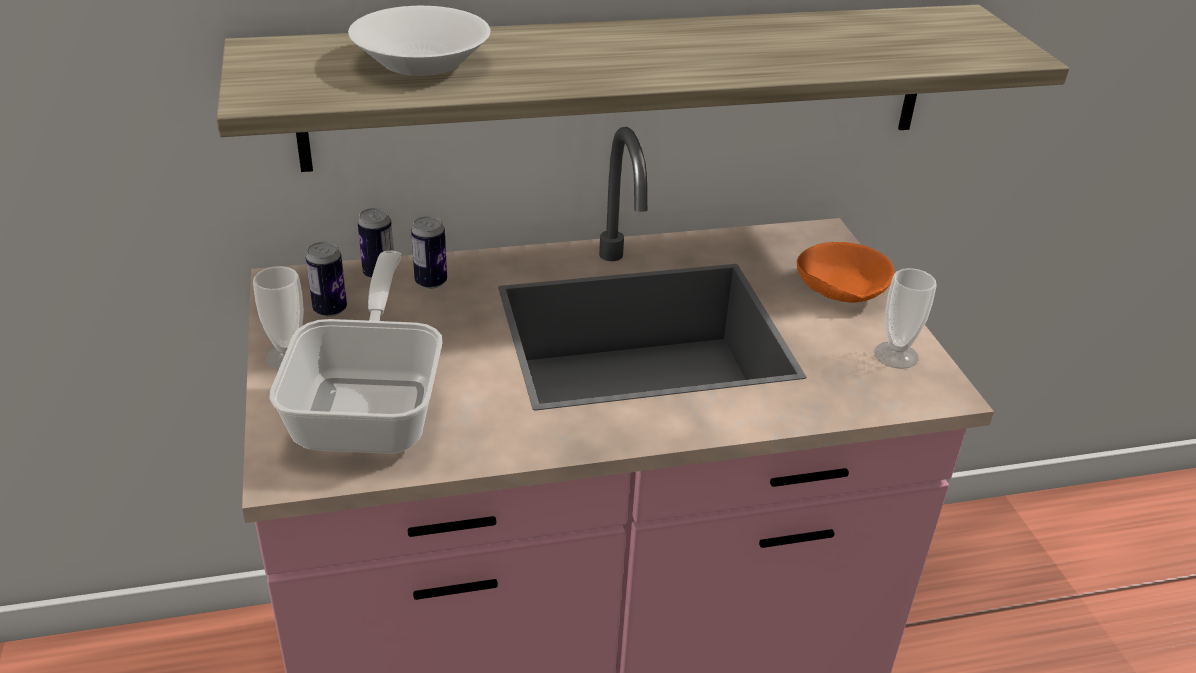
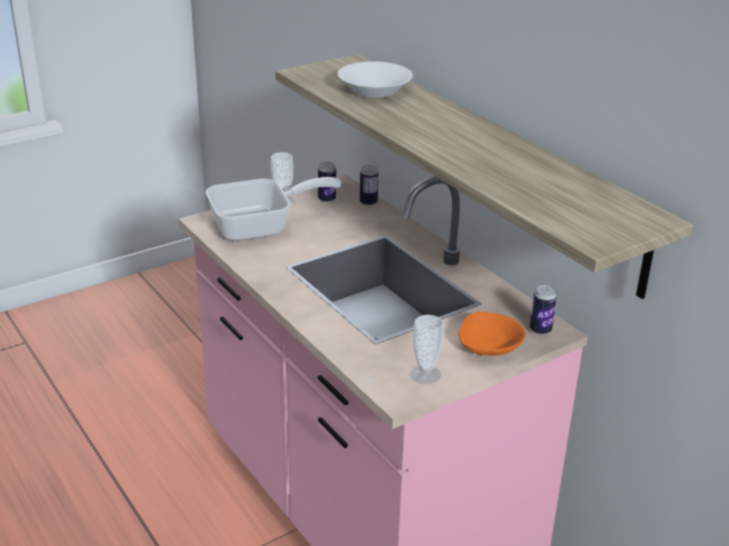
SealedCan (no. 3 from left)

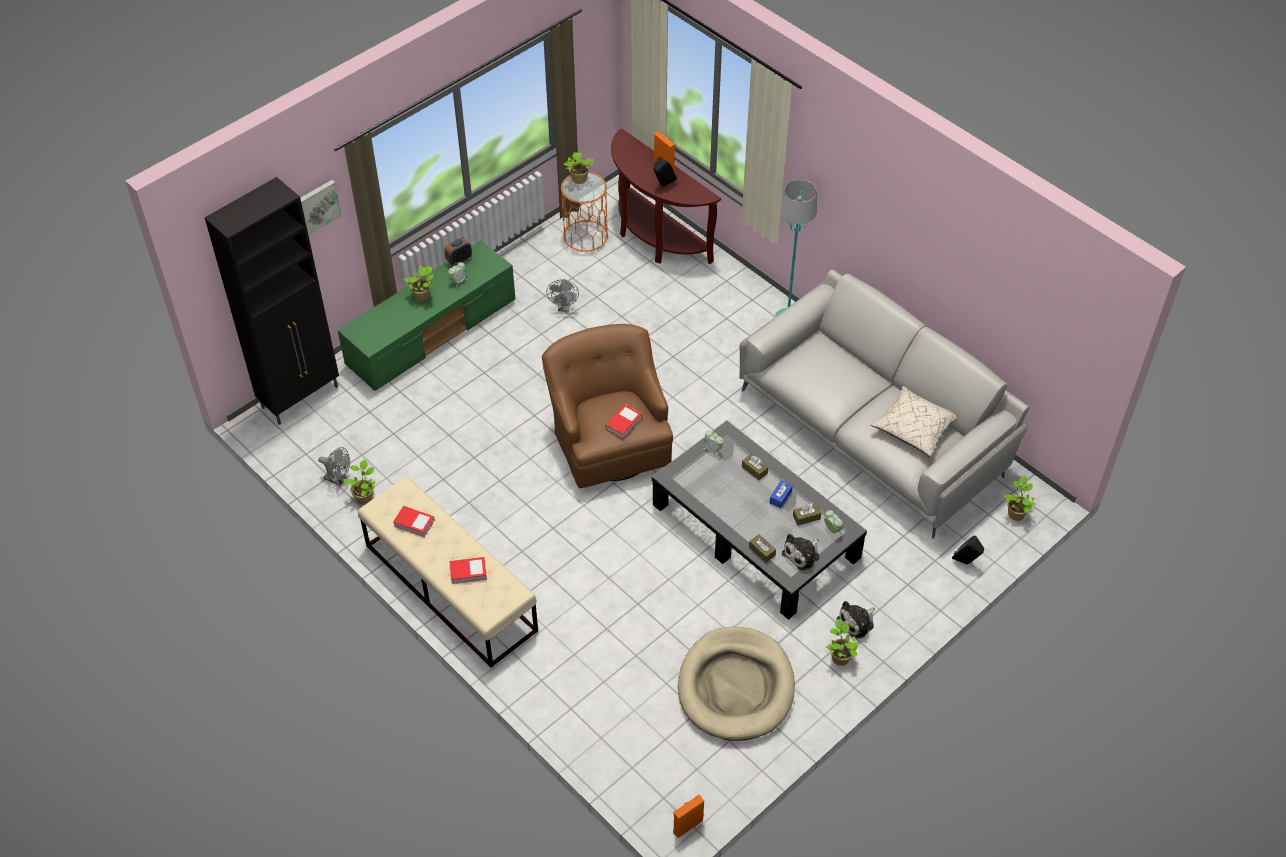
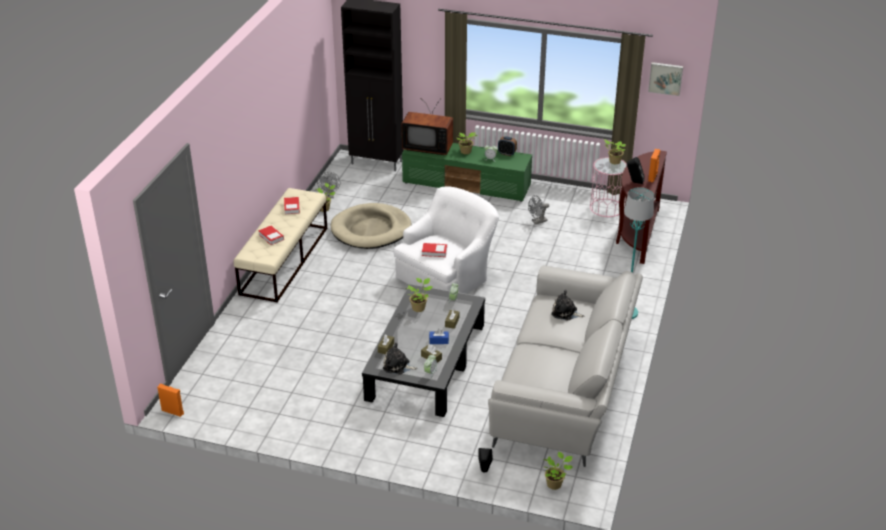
PinkishEndTable
WallArt
WhitishArmchair
BeigeColouredPillow
CuddlyToy (no. 2 from left)
PottedPlant (no. 2 from left)
BeigeColouredDogCushion
TvSet

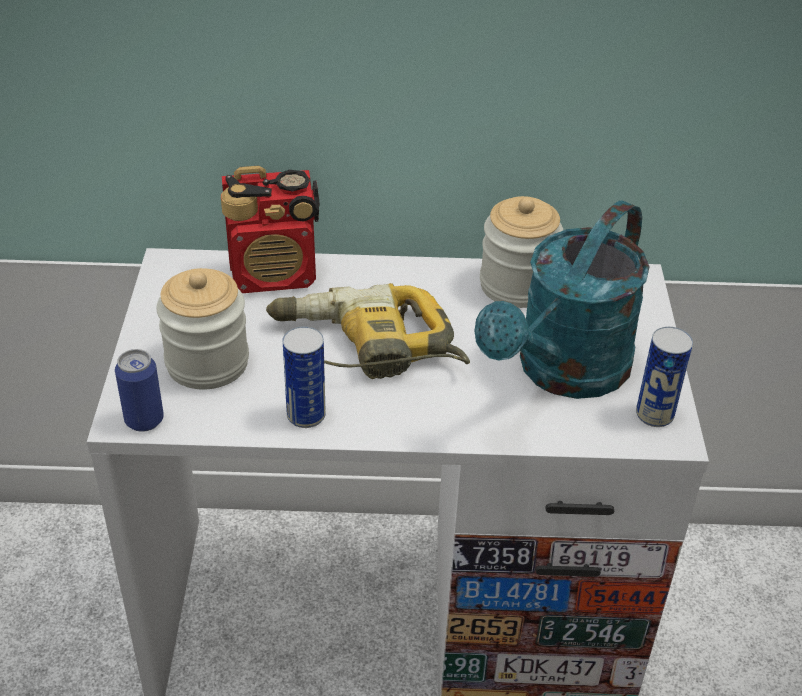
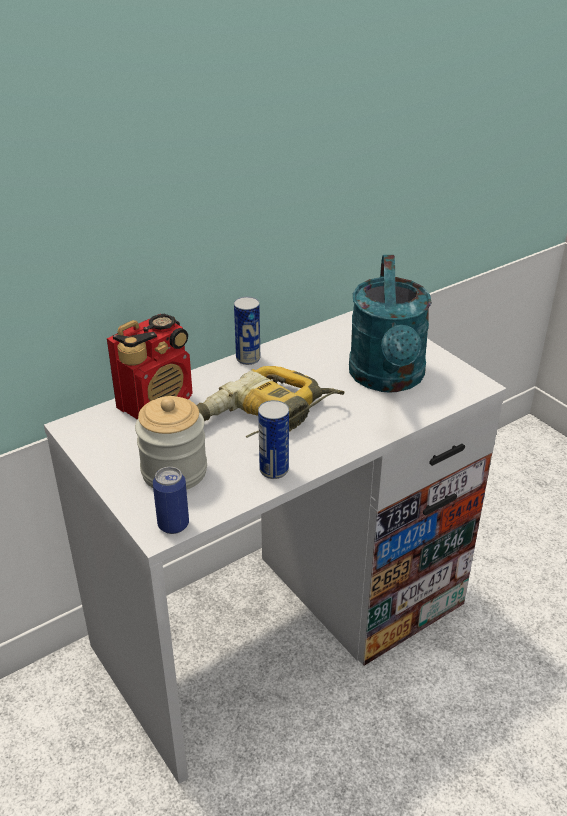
Jar (no. 2 from left in the first image)
SealedCan (no. 2 from left)

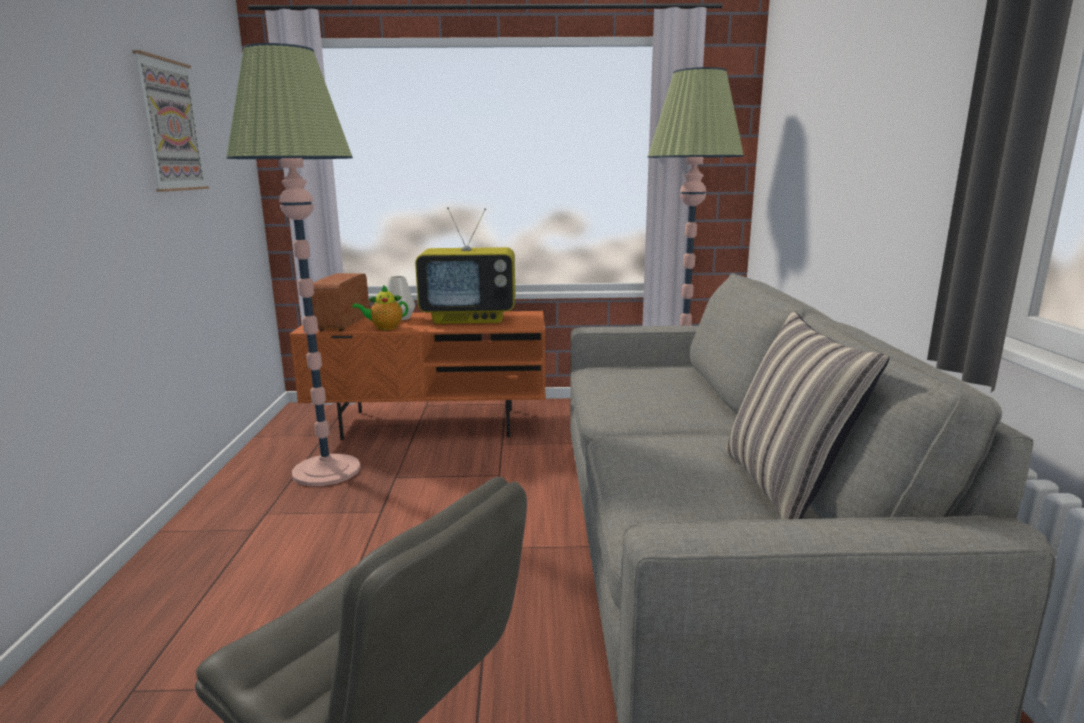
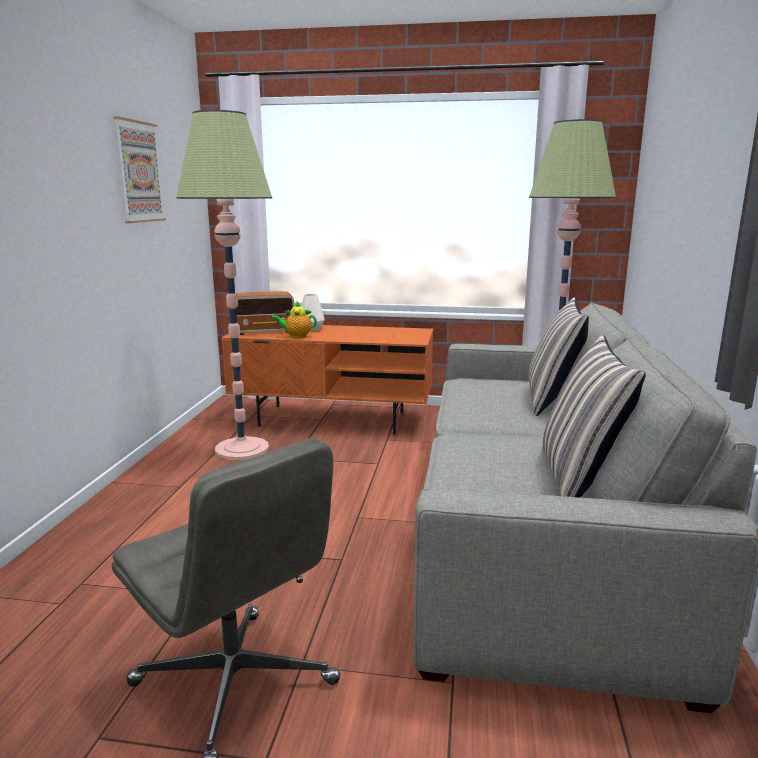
TvSet
RadioReceiver
Pillow (no. 1 from left)

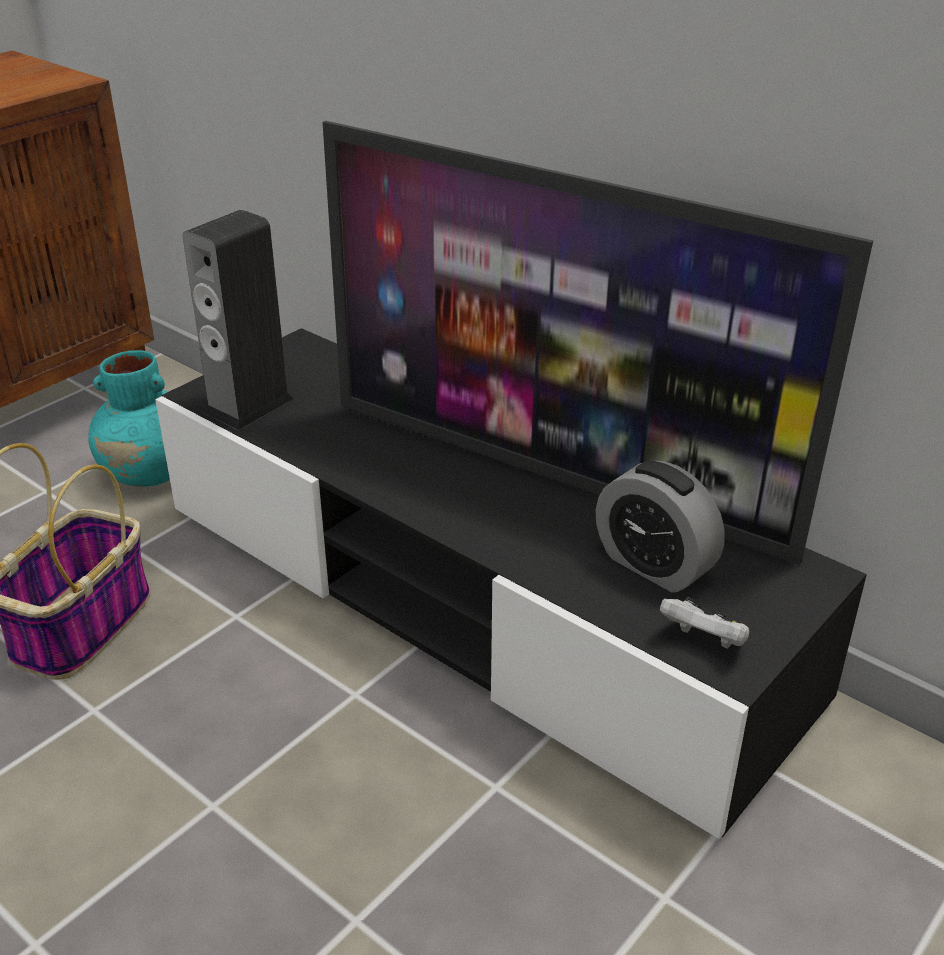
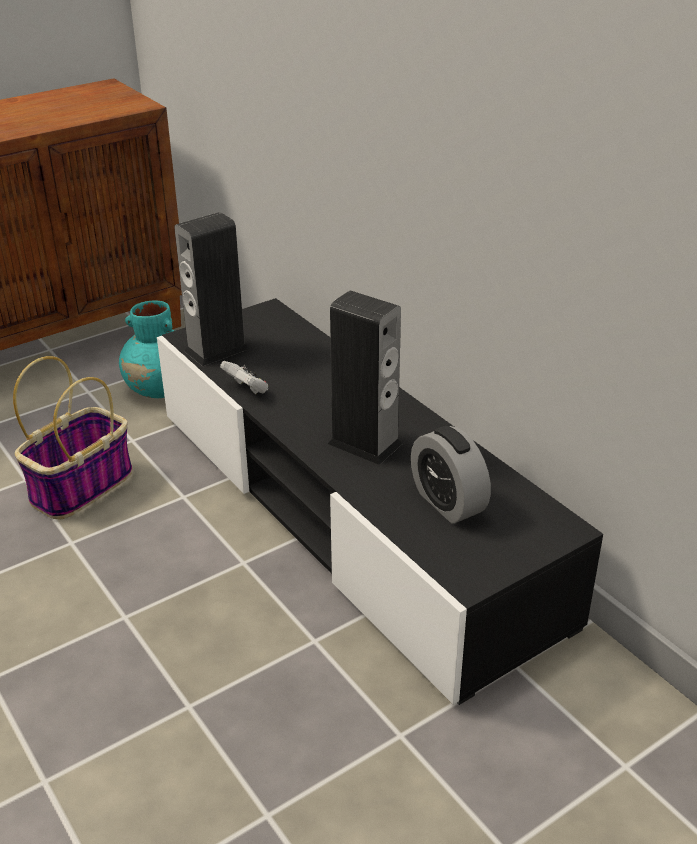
TvSet
WhitishGamepad
AudioSpeaker (no. 2 from left)

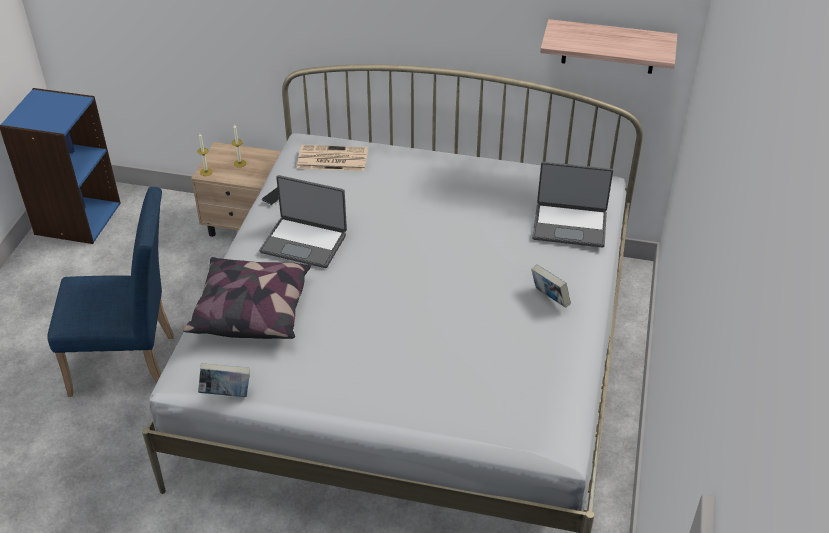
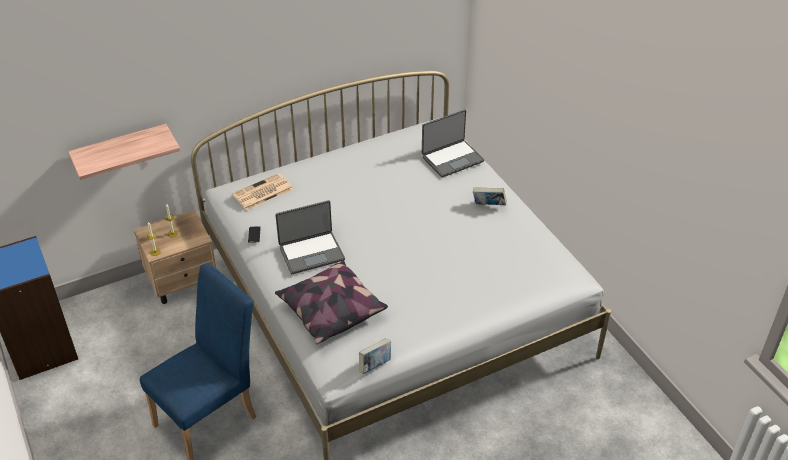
Shelf

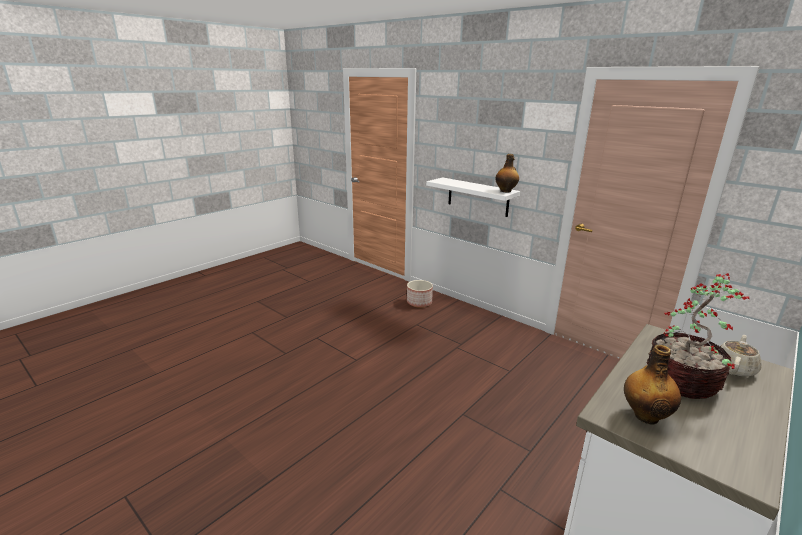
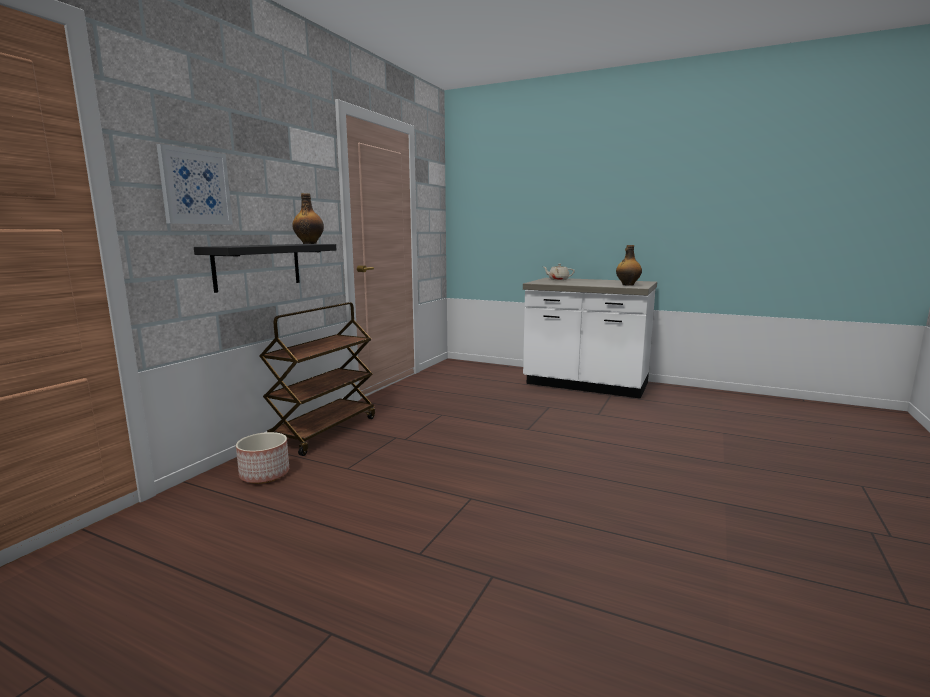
BlackishShelf
PottedPlant
WallArt
BrownColouredCart

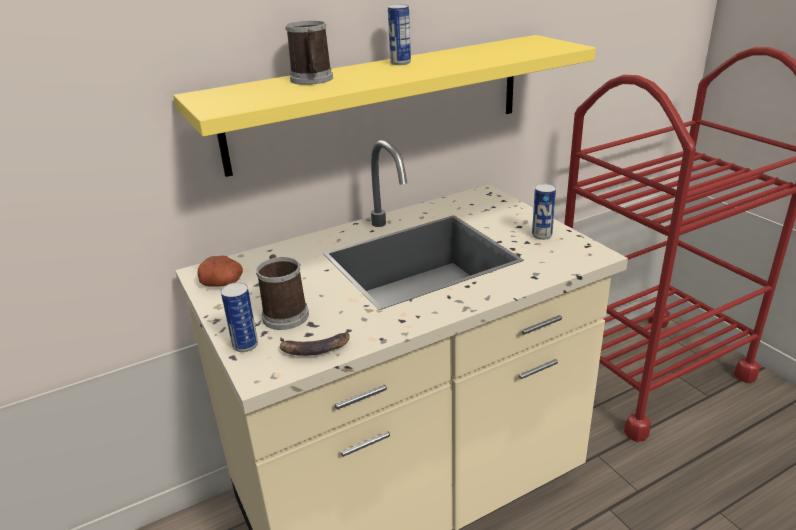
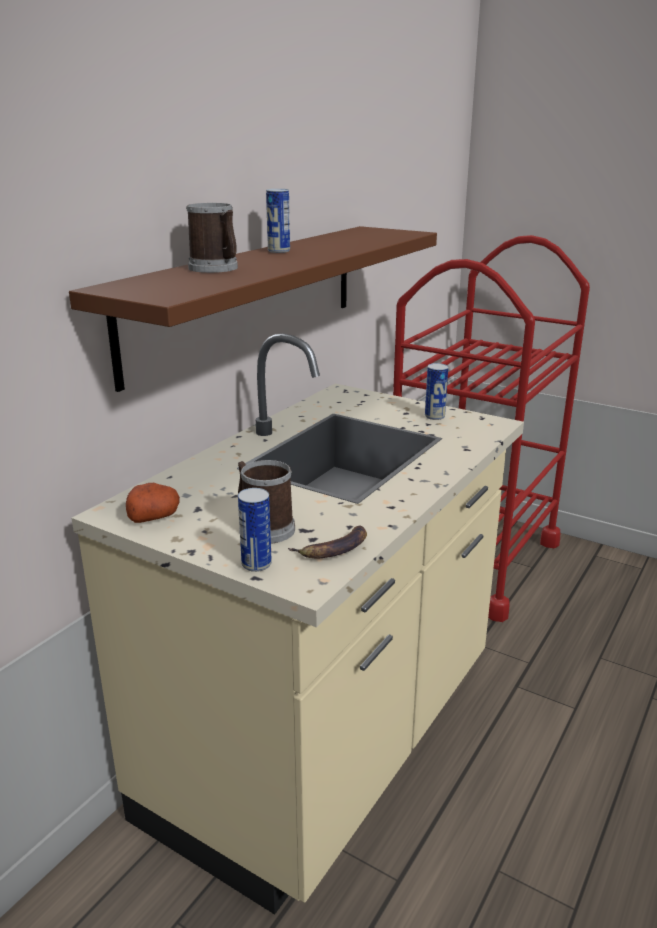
BrownColouredShelf

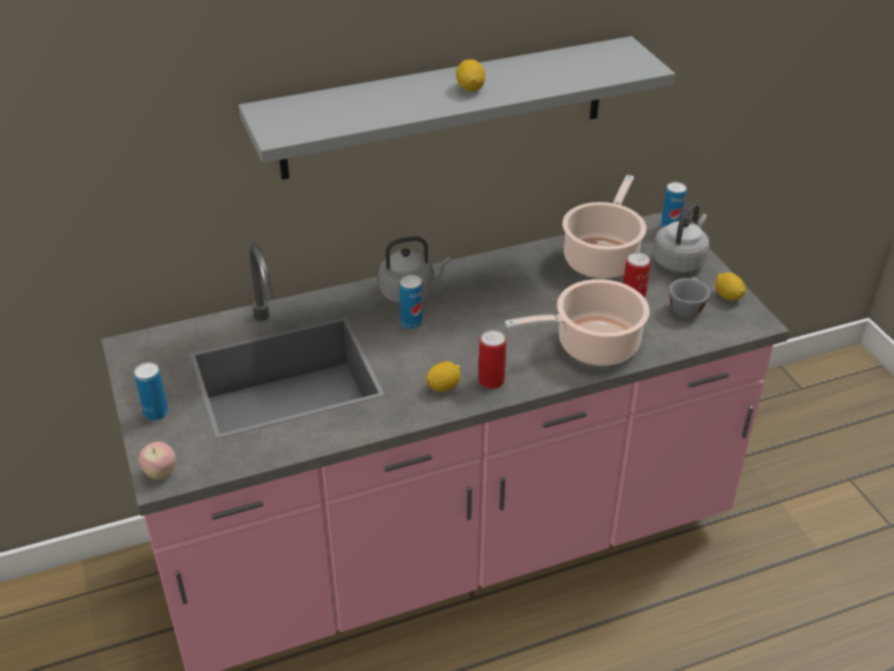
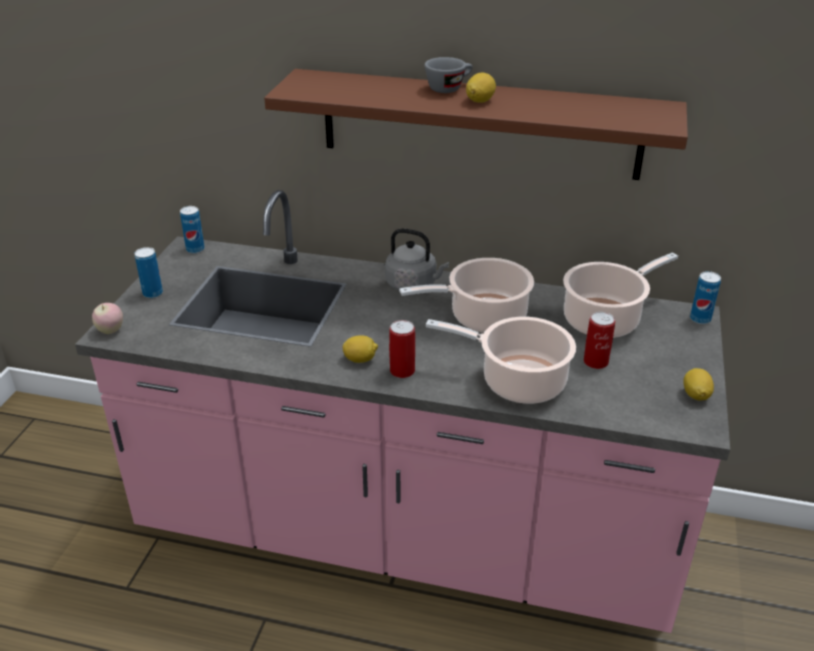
BrownColouredShelf
GreyishTeaKettle (no. 2 from left in the first image)
SealedCan (no. 2 from left)
GreyishCup
Stockpot (no. 1 from left)

